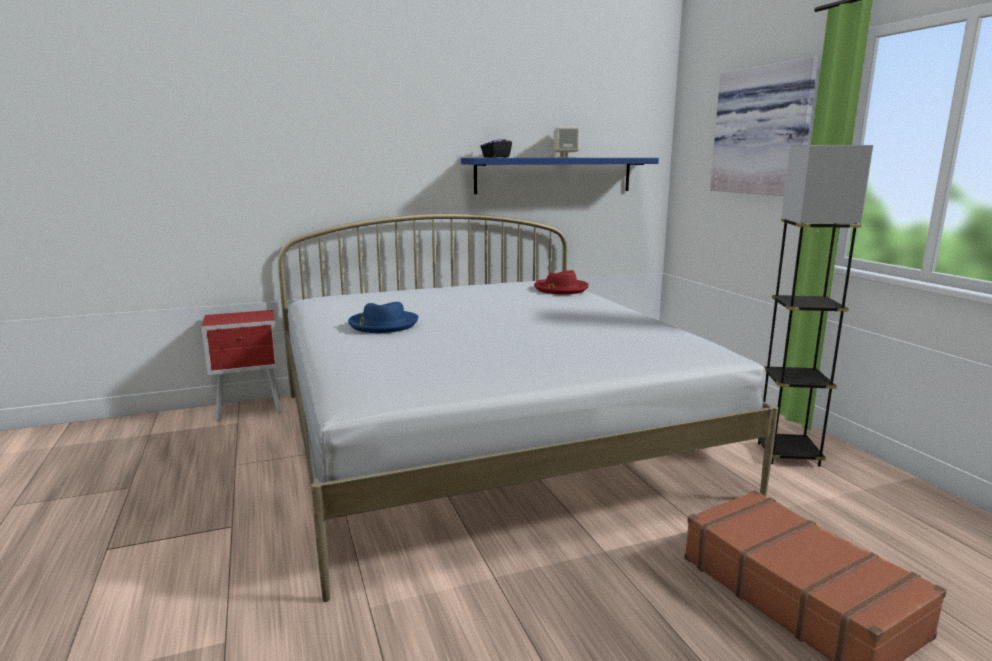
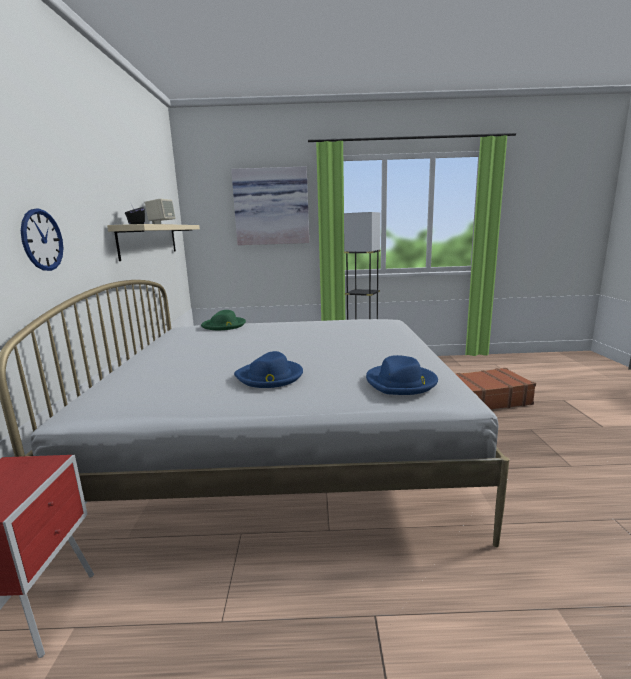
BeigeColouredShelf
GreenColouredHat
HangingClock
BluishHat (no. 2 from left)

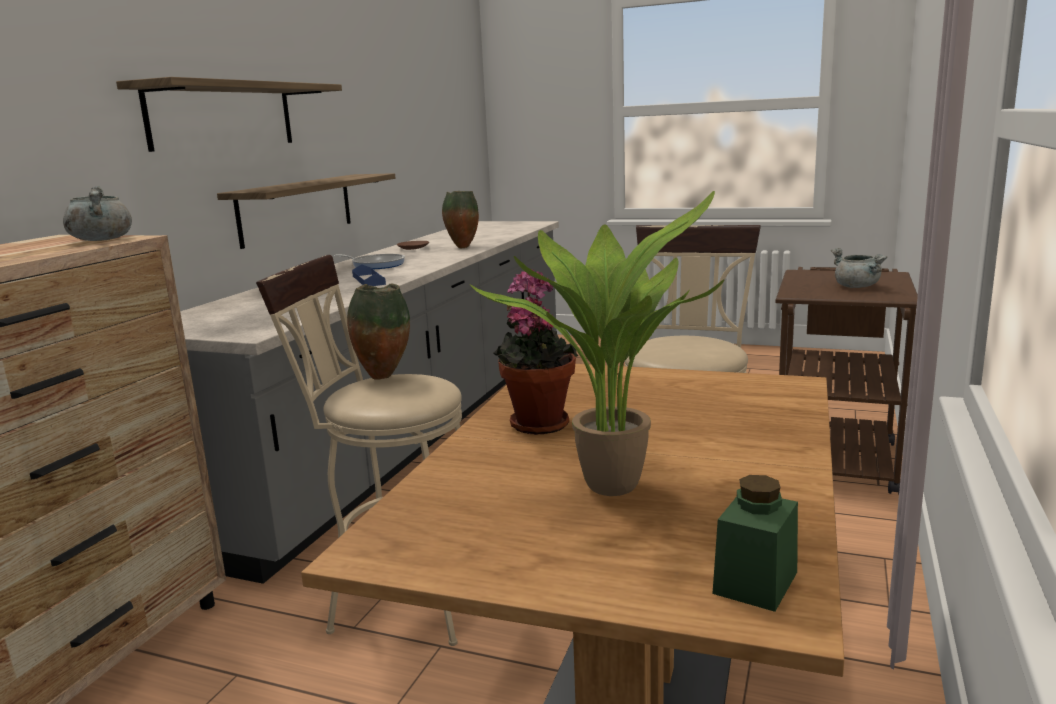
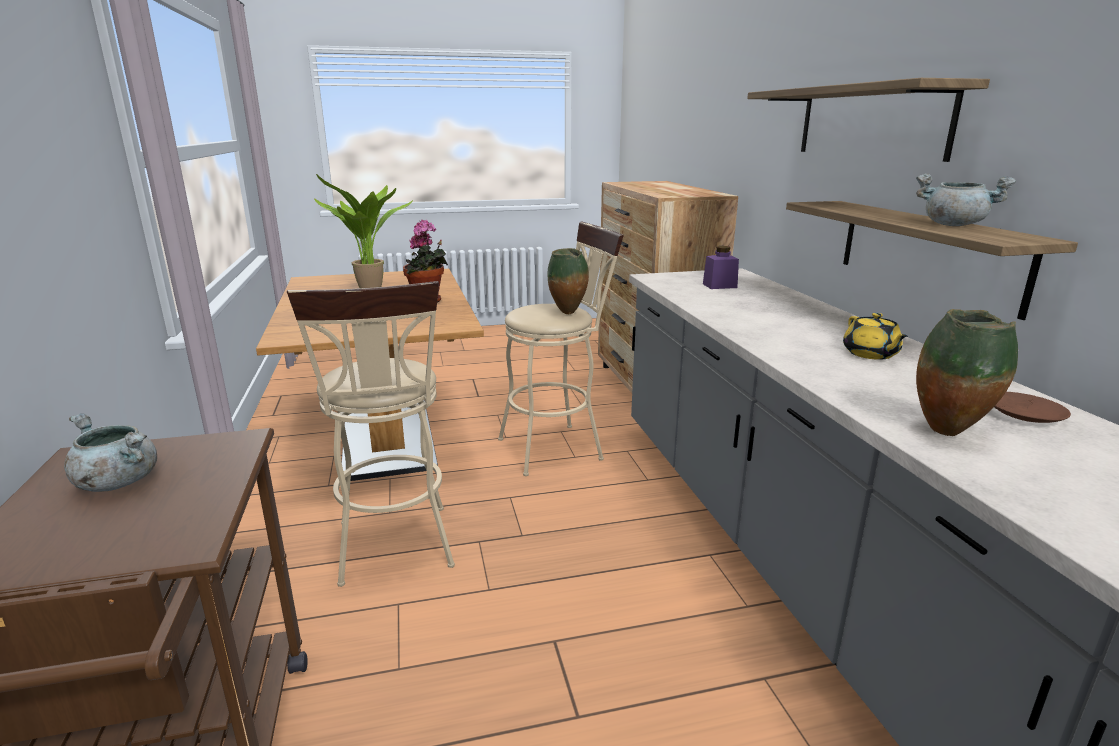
GreyishStockpot (no. 2 from left)
YellowTeaPot
BluishCarryingTray
GreenColouredJar
PurplishJar

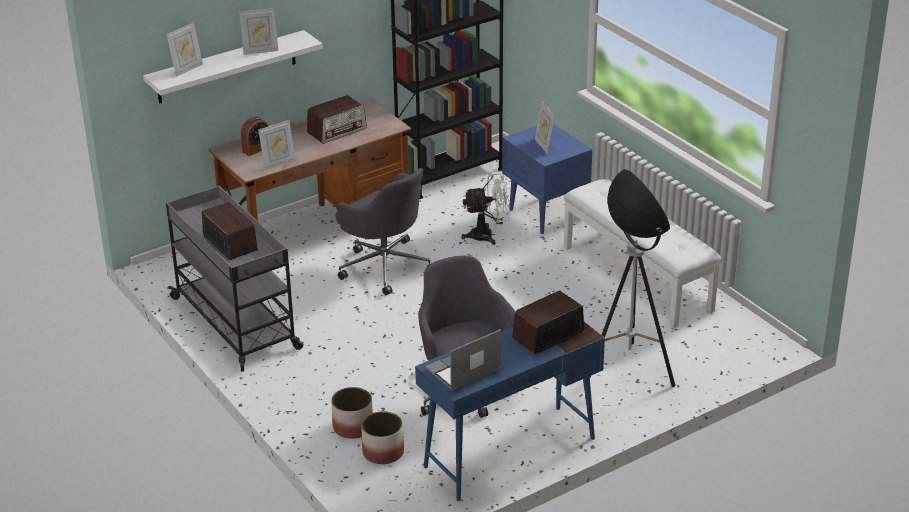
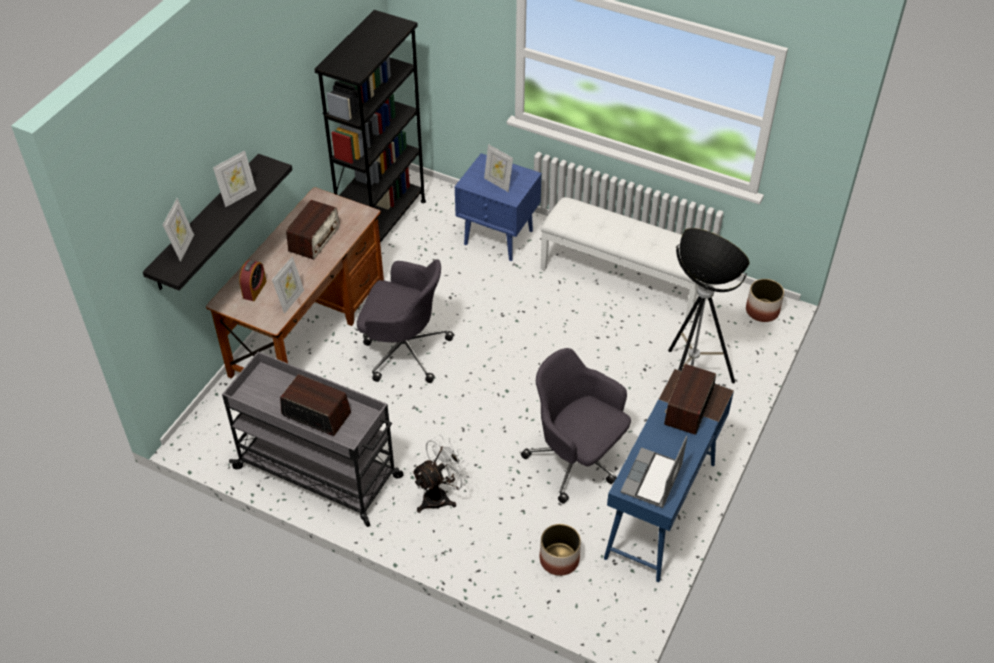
BlackishShelf
WhitishFan
Planter (no. 2 from left)

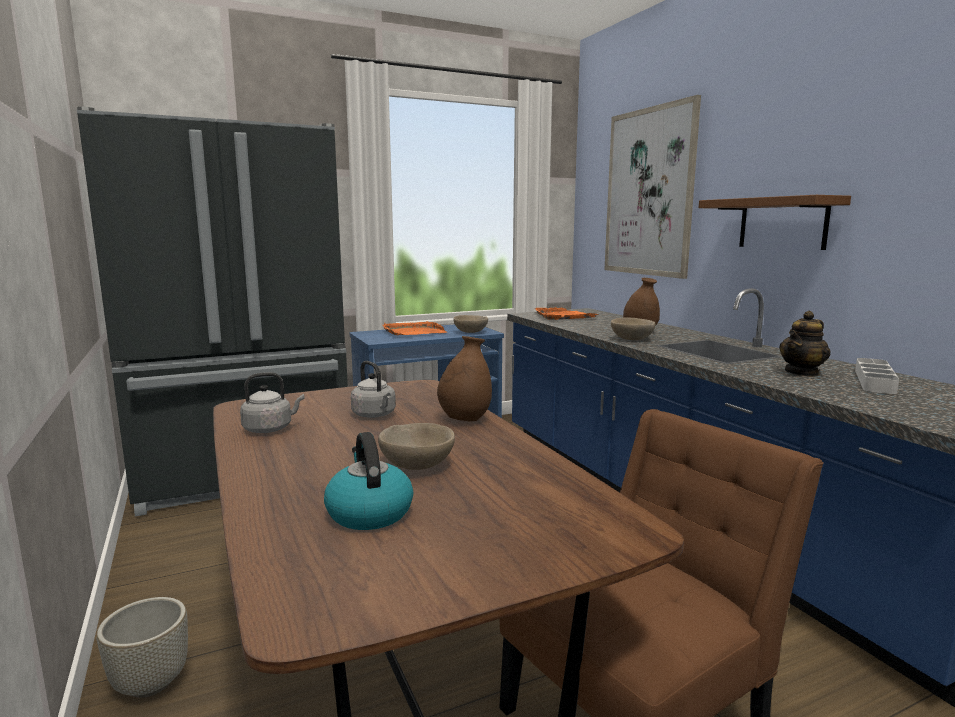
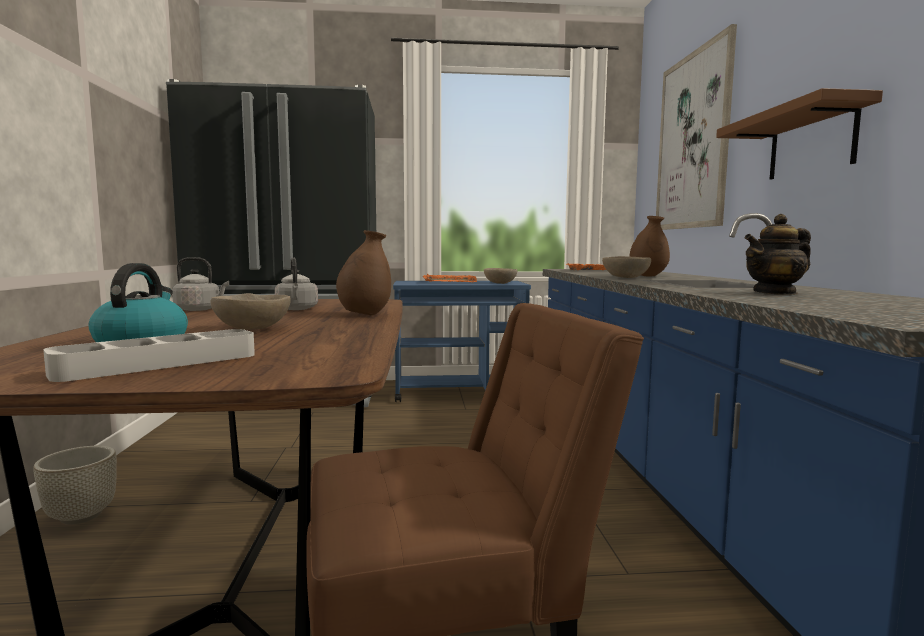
GreyishCarryingTray

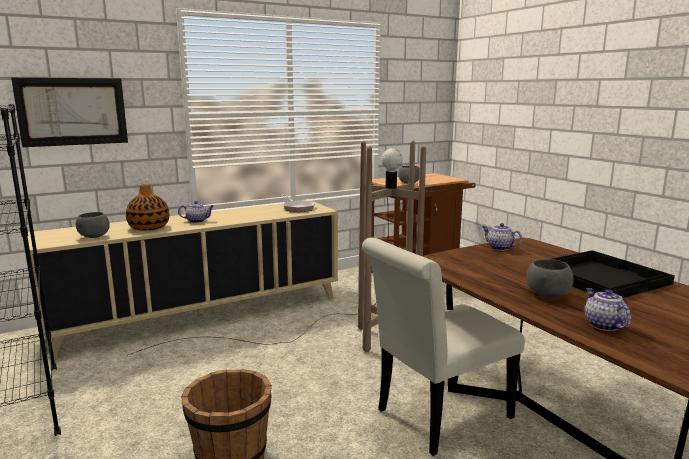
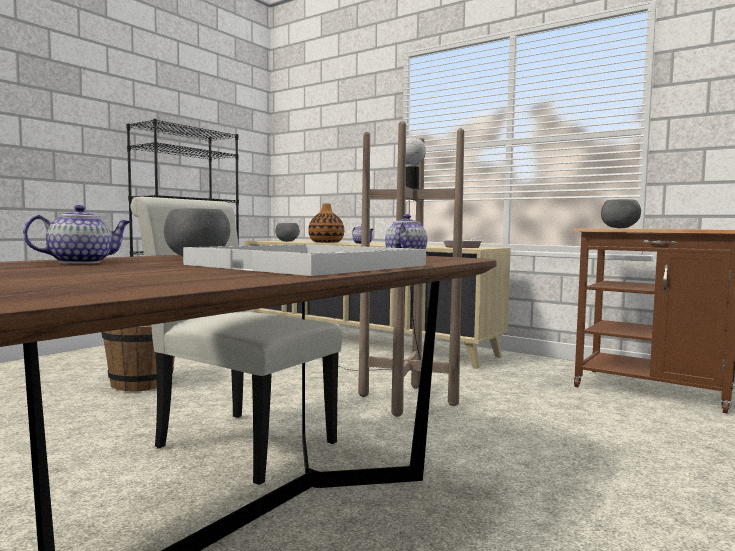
WallArt
WhitishCarryingTray

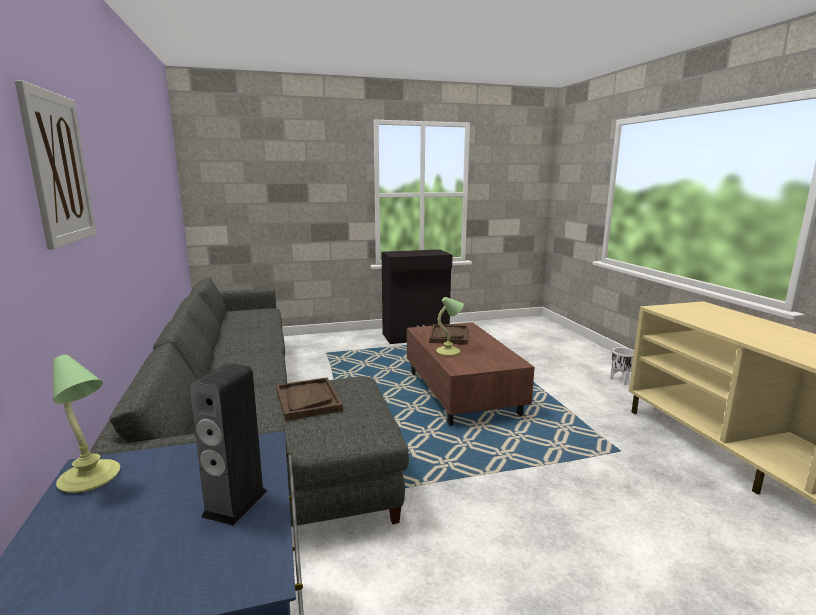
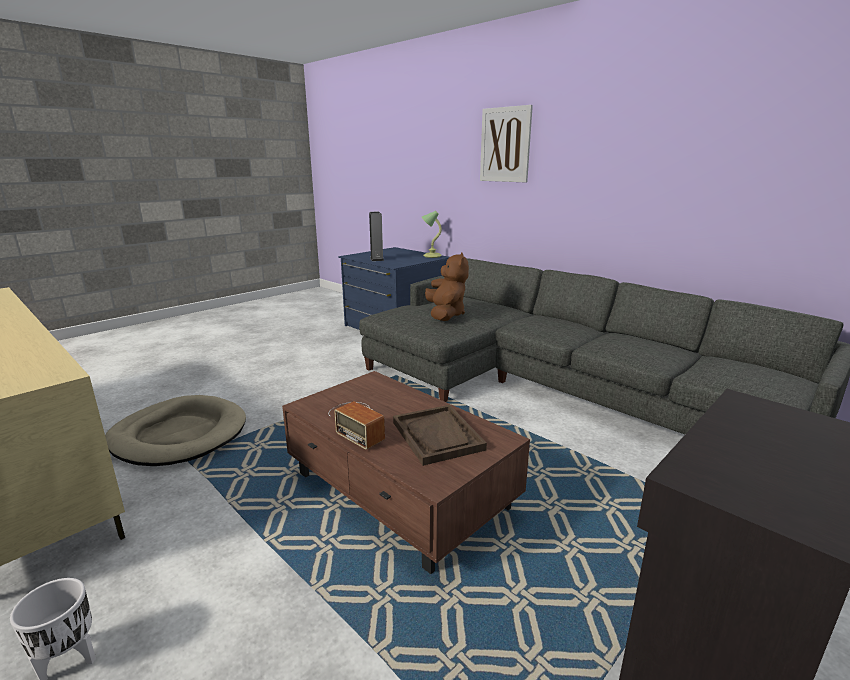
LampForATable (no. 2 from left in the first image)
BrownColouredCuddlyToy
BeigeColouredDogCushion
RadioReceiver

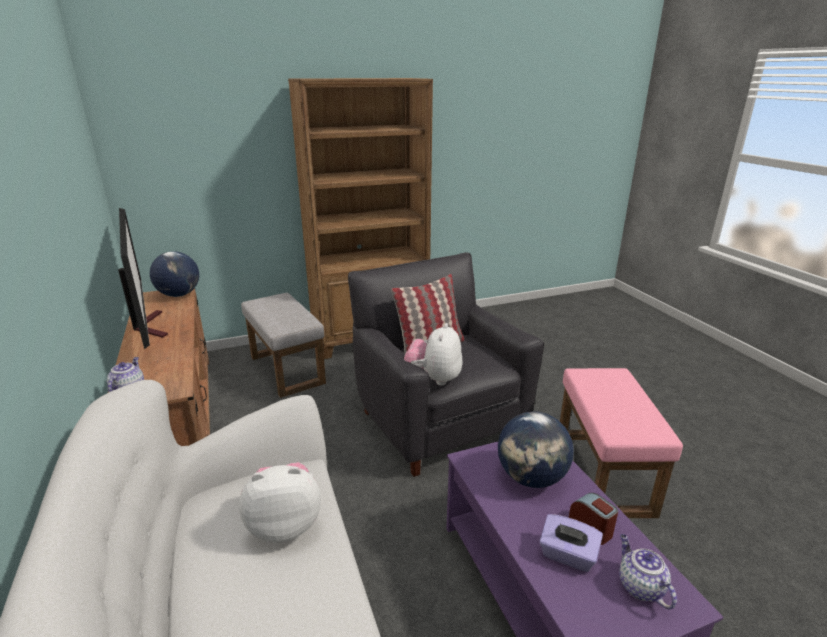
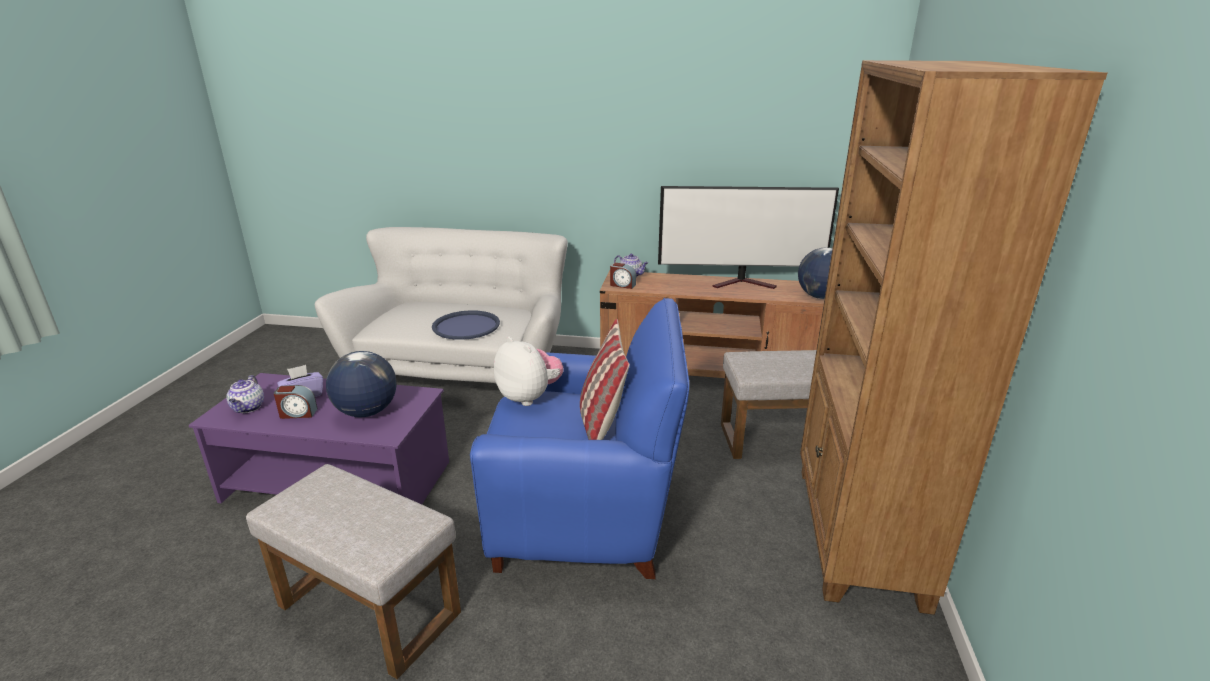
BluishArmchair
GreyishOttoman (no. 1 from left)
BluishCarryingTray
TeaPot (no. 1 from left)
TableClock (no. 2 from left)

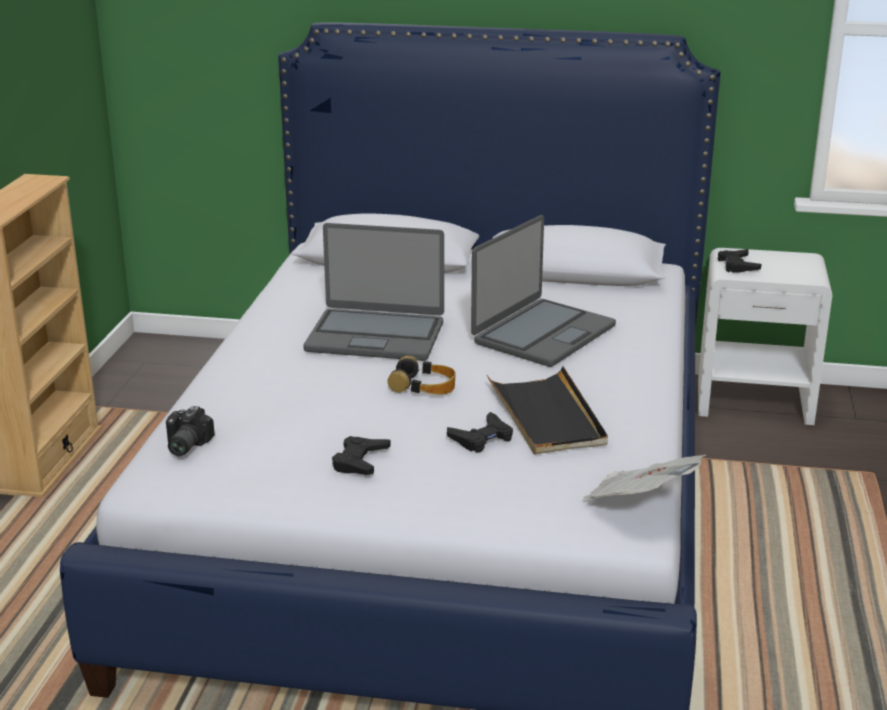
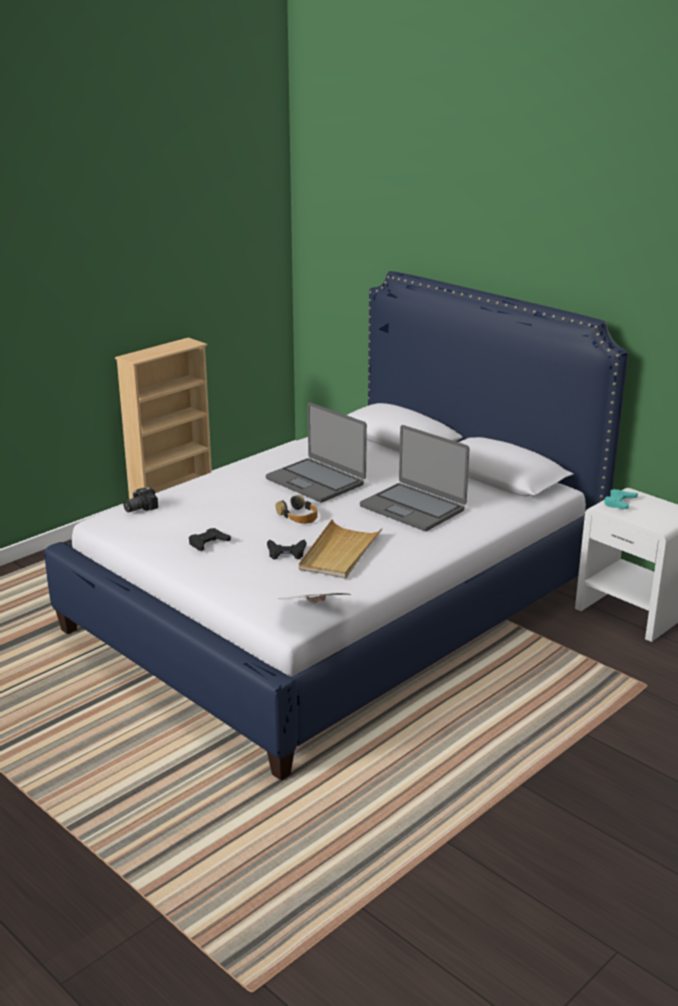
Laptop (no. 2 from left)
TurquoiseGamepad
BeigeColouredCarryingTray

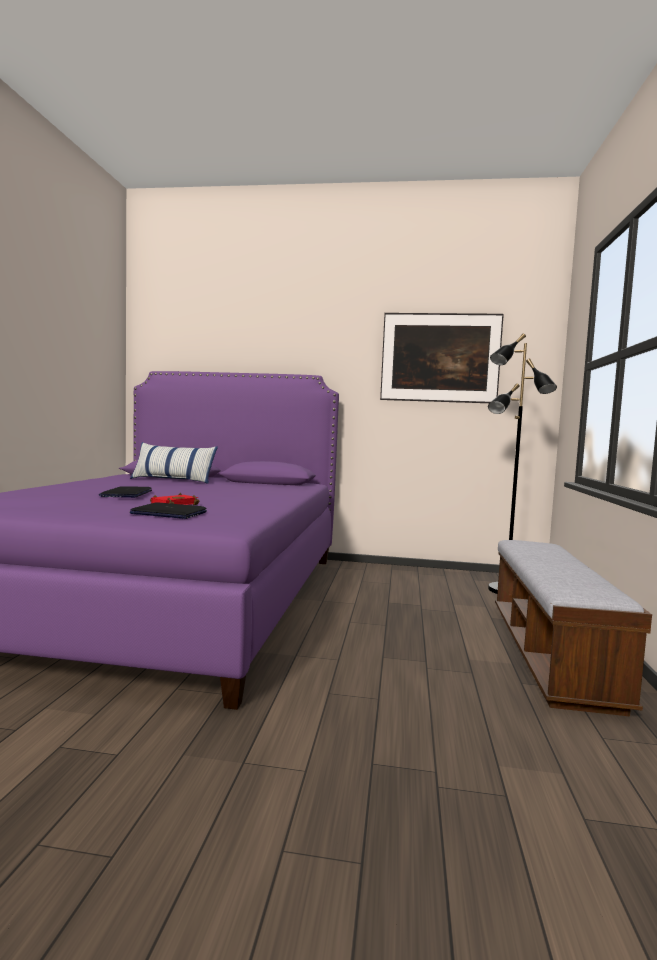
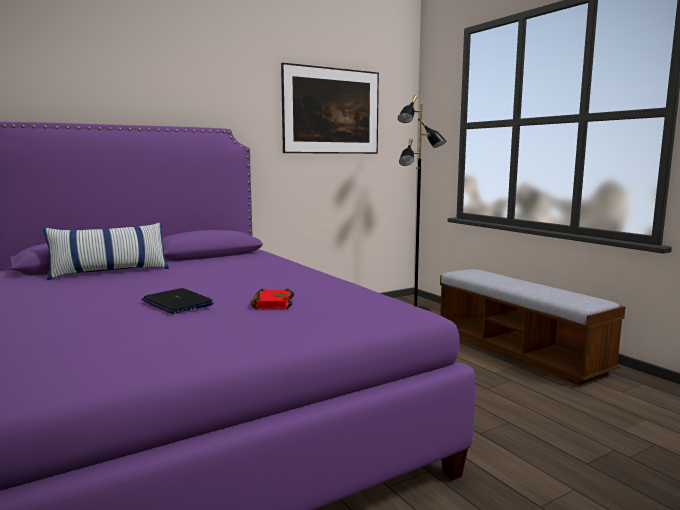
Laptop (no. 2 from left in the first image)

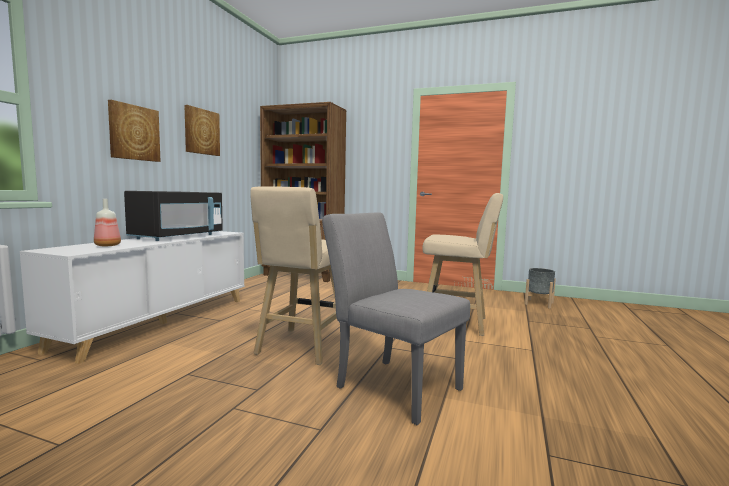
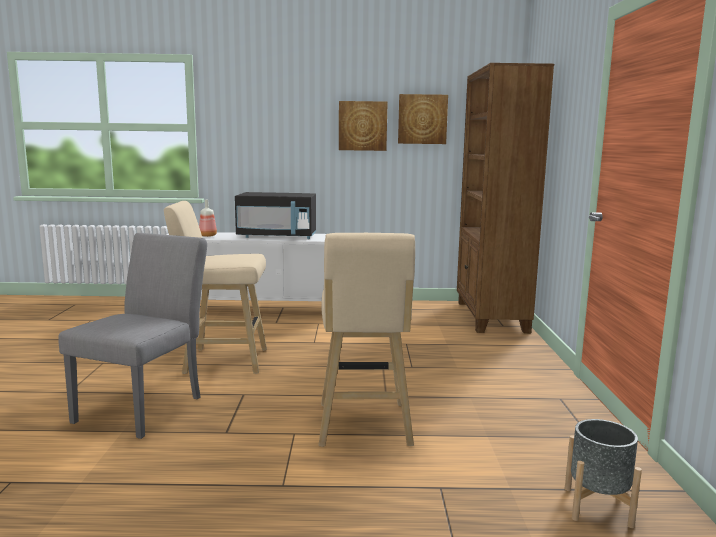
WallArt (no. 2 from left)

